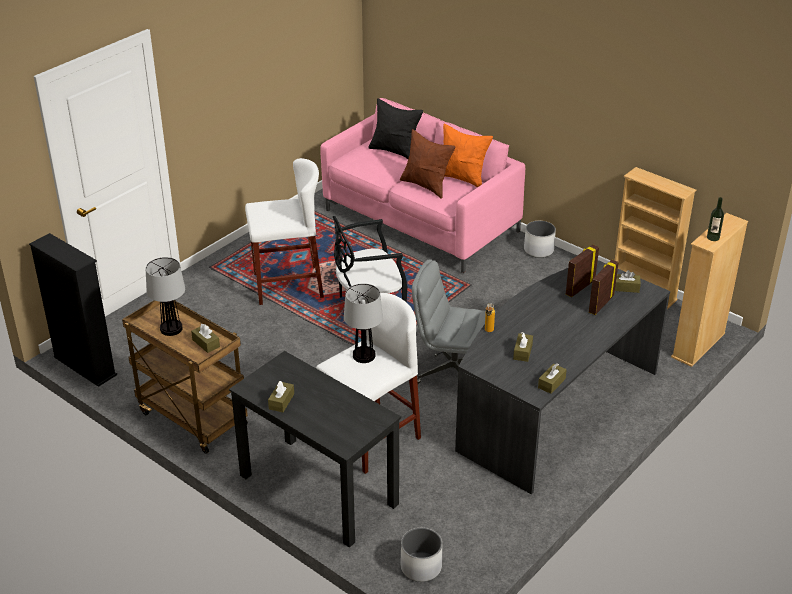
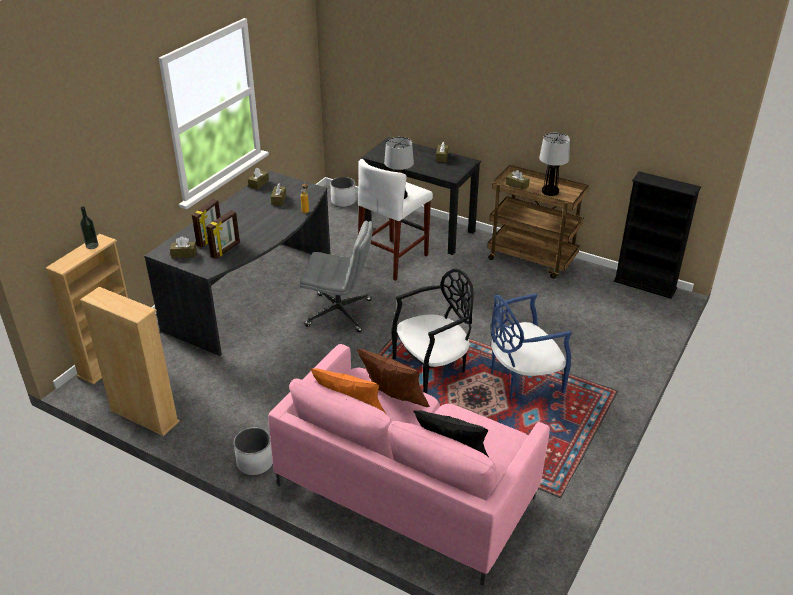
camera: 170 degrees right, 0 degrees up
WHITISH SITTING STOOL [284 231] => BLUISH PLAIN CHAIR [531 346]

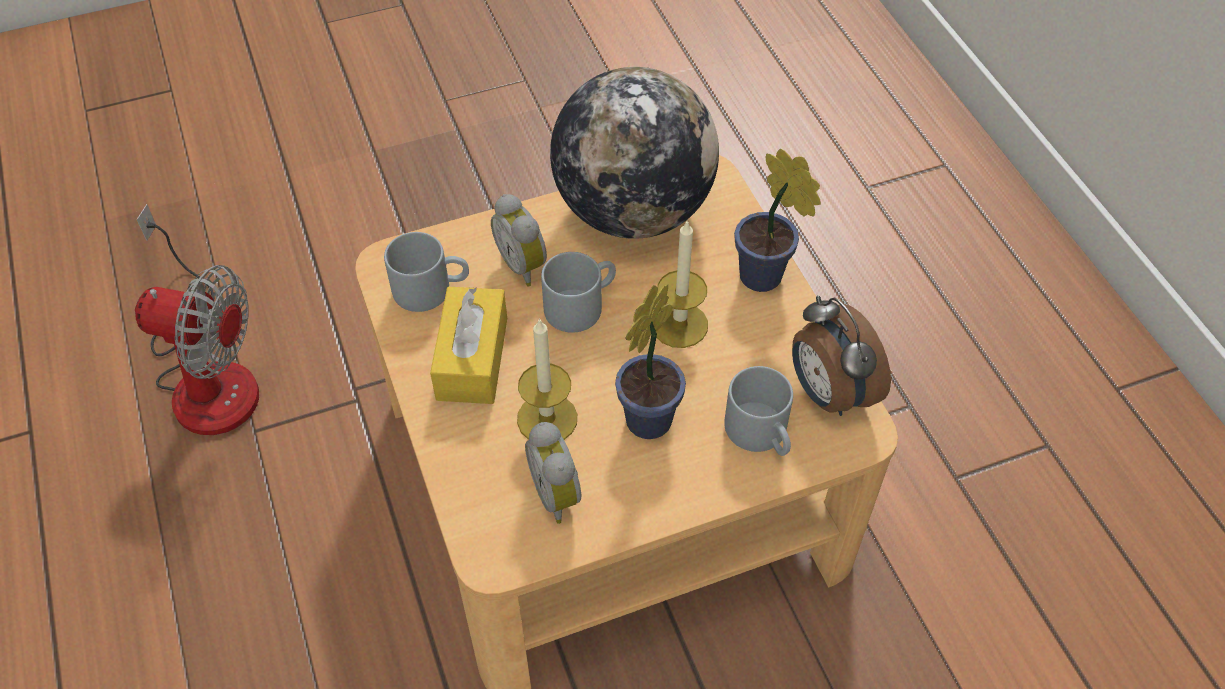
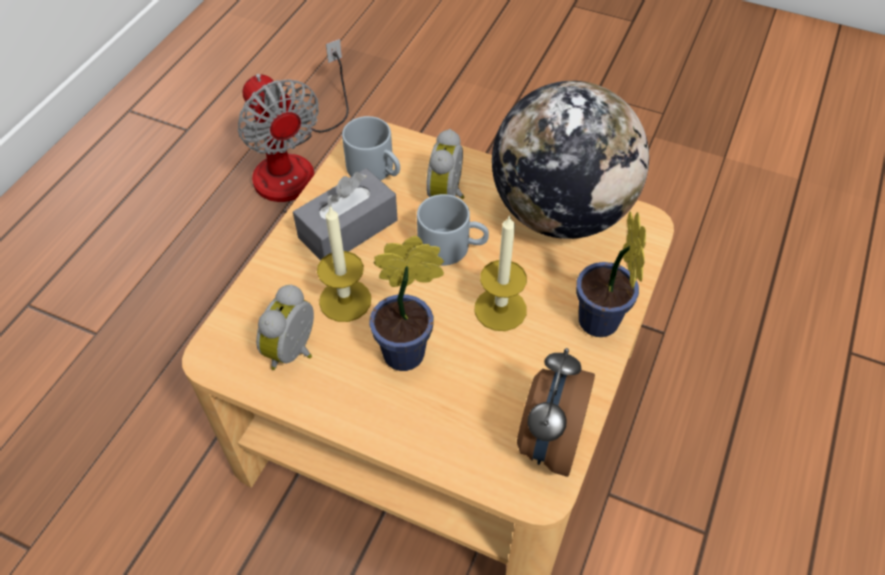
camera: 45 degrees right, 0 degrees up
YELLOW-COLOURED TISSUE HOLDER [468 345] => GREY TISSUE HOLDER [345 214]
GREY COFFEE MUG [758 411] => nothing

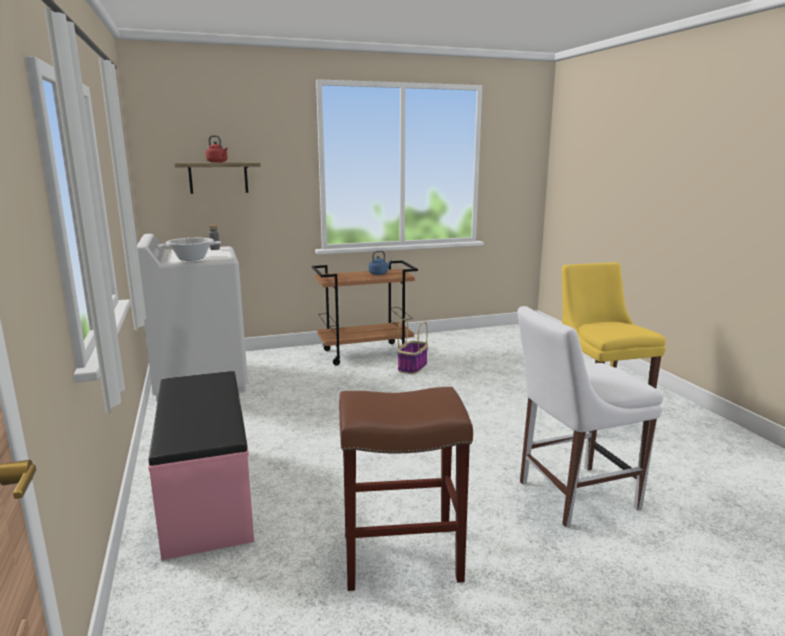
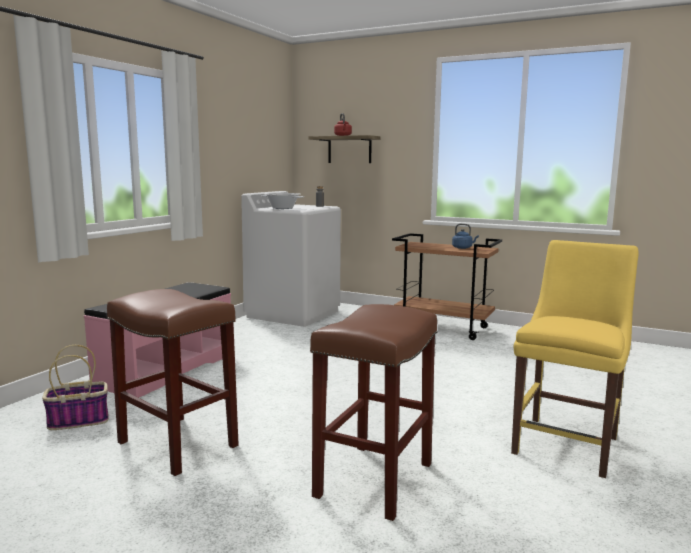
camera: 45 degrees right, 5 degrees down
BASKET [412 346] => BASKET [75 387], relocated
WHITISH PLAIN CHAIR [590 416] => BROWN SITTING STOOL [373 412]

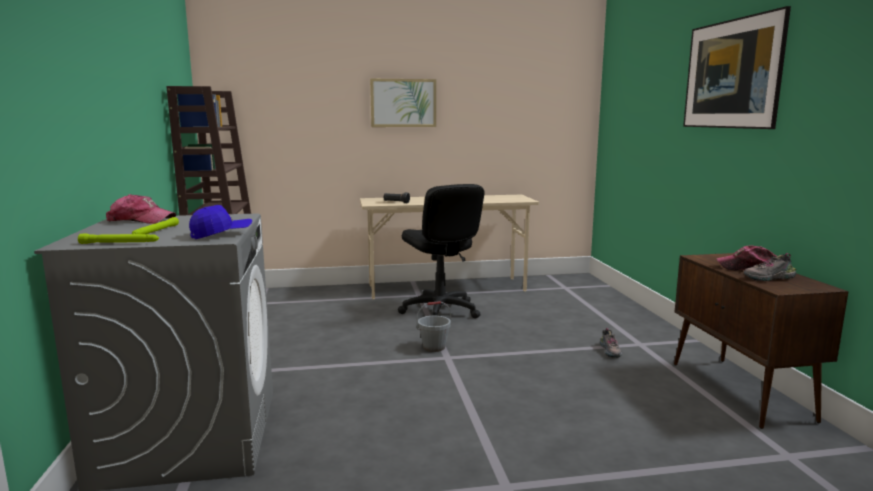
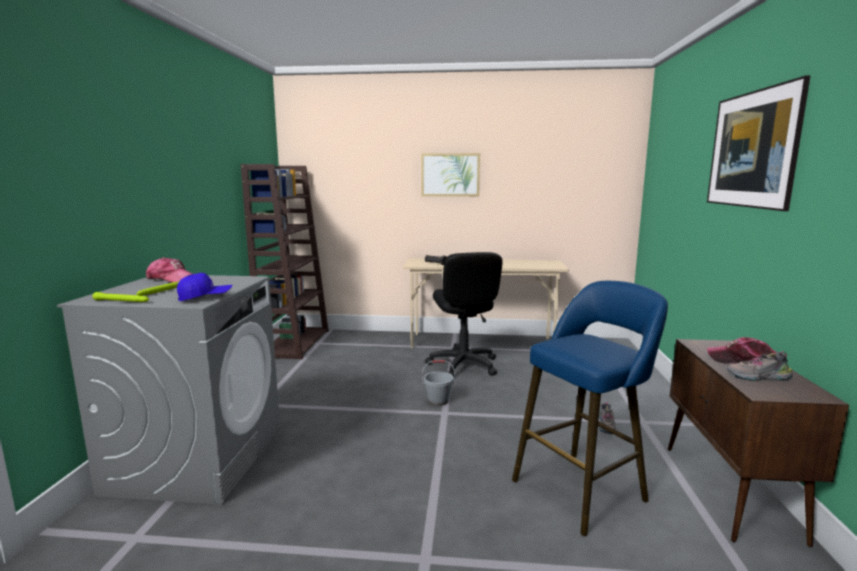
camera: 15 degrees right, 0 degrees up
nothing => BLUISH SITTING STOOL [590 408]

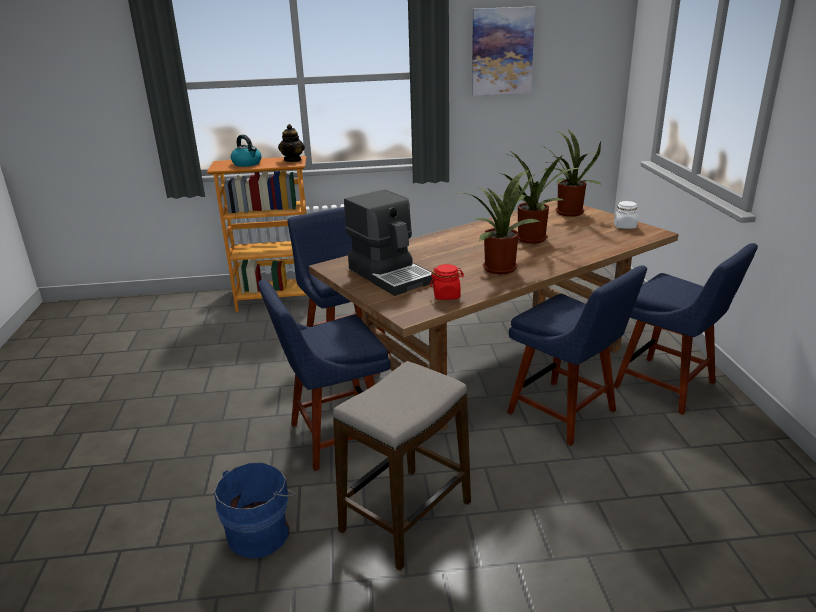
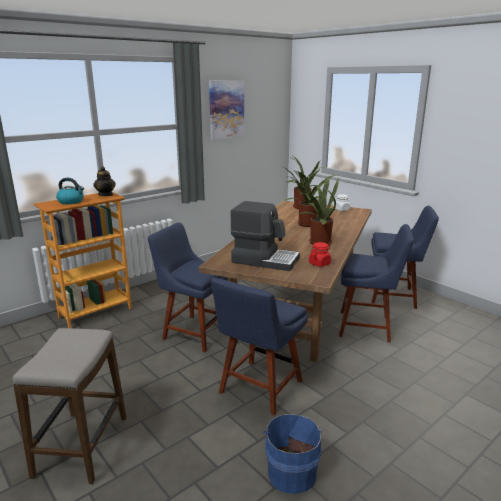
camera: 35 degrees left, 5 degrees down
SITTING STOOL [402 466] => SITTING STOOL [69 406], relocated

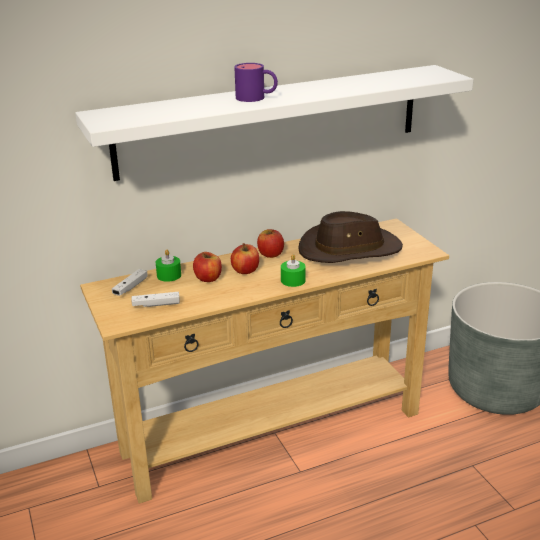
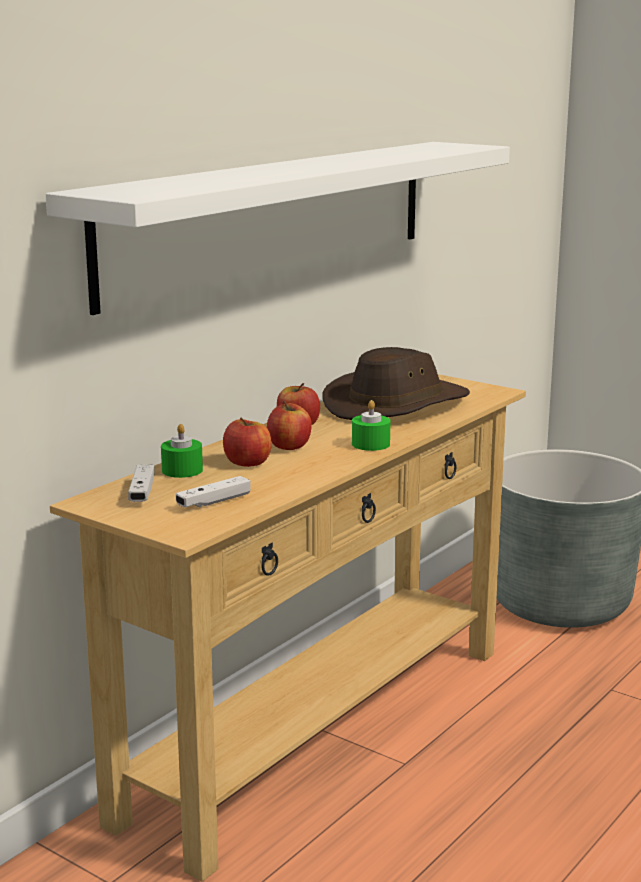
camera: 30 degrees left, 10 degrees down
PURPLE-COLOURED COFFEE MUG [256 82] => nothing

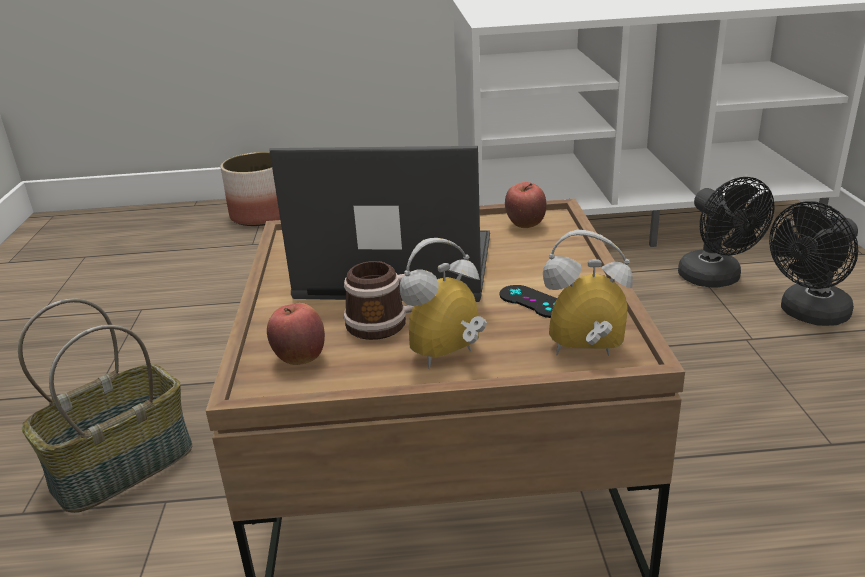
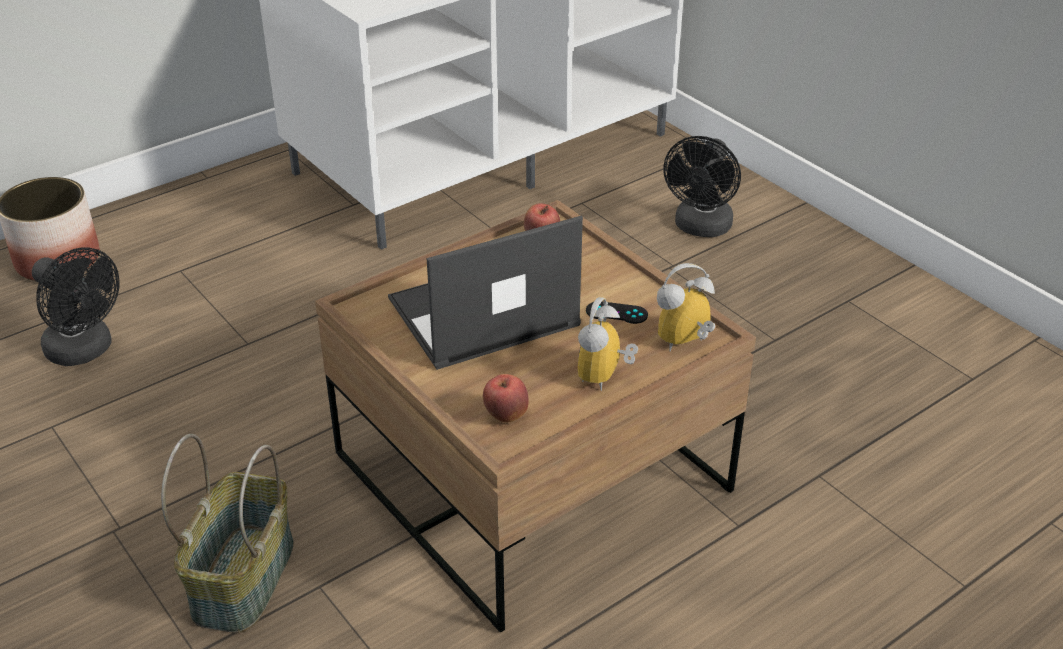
camera: 35 degrees left, 10 degrees up
COFFEE MUG [378 300] => nothing
BLACK FAN [726 232] => BLACK FAN [76 306], relocated

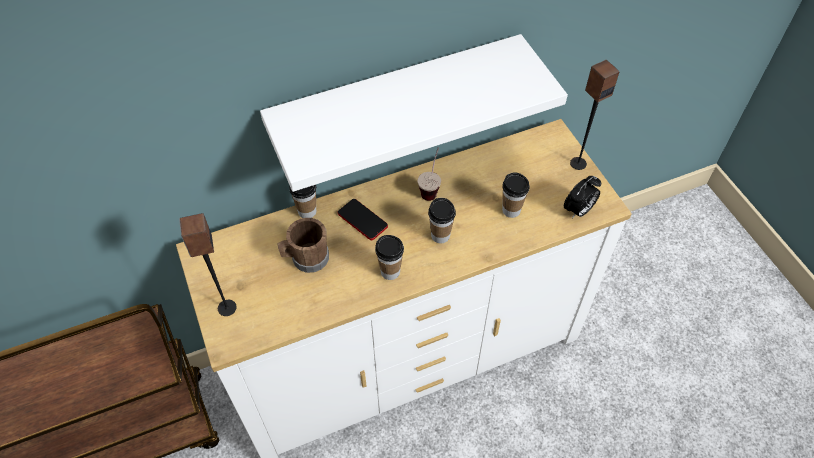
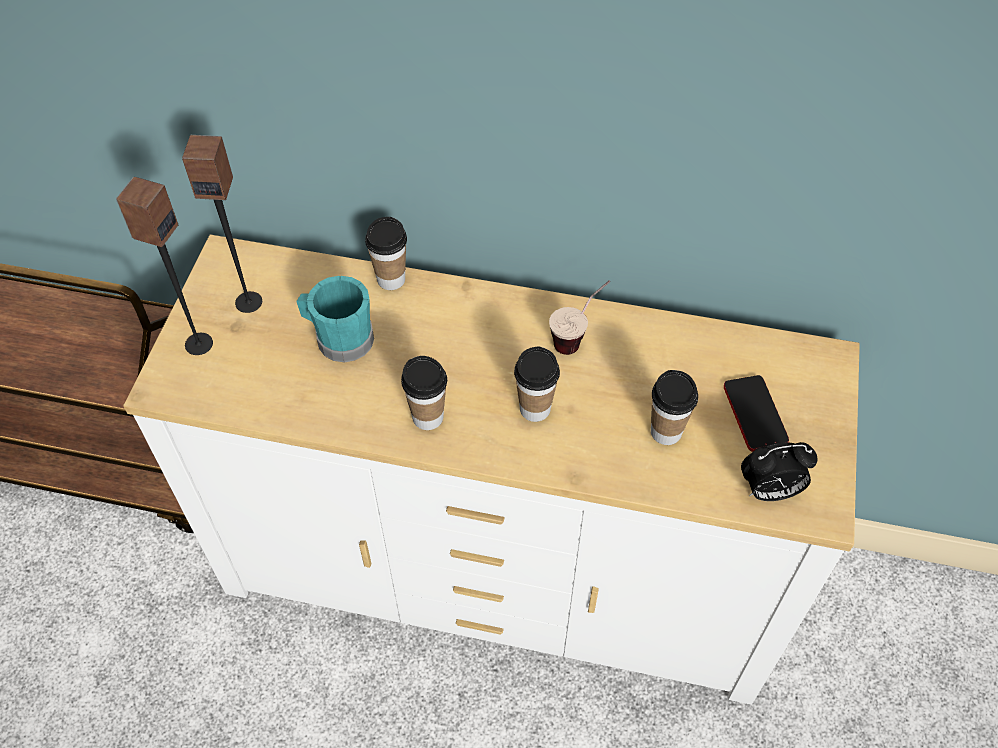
camera: 35 degrees right, 0 degrees up
WHITISH SHELF [414 113] => nothing
BROWN COFFEE MUG [303 245] => TURQUOISE-COLOURED COFFEE MUG [335 319]
TELEPHONE [363 219] => TELEPHONE [756 413], relocated
LOUDSPEAKER [595 115] => LOUDSPEAKER [222 224], relocated

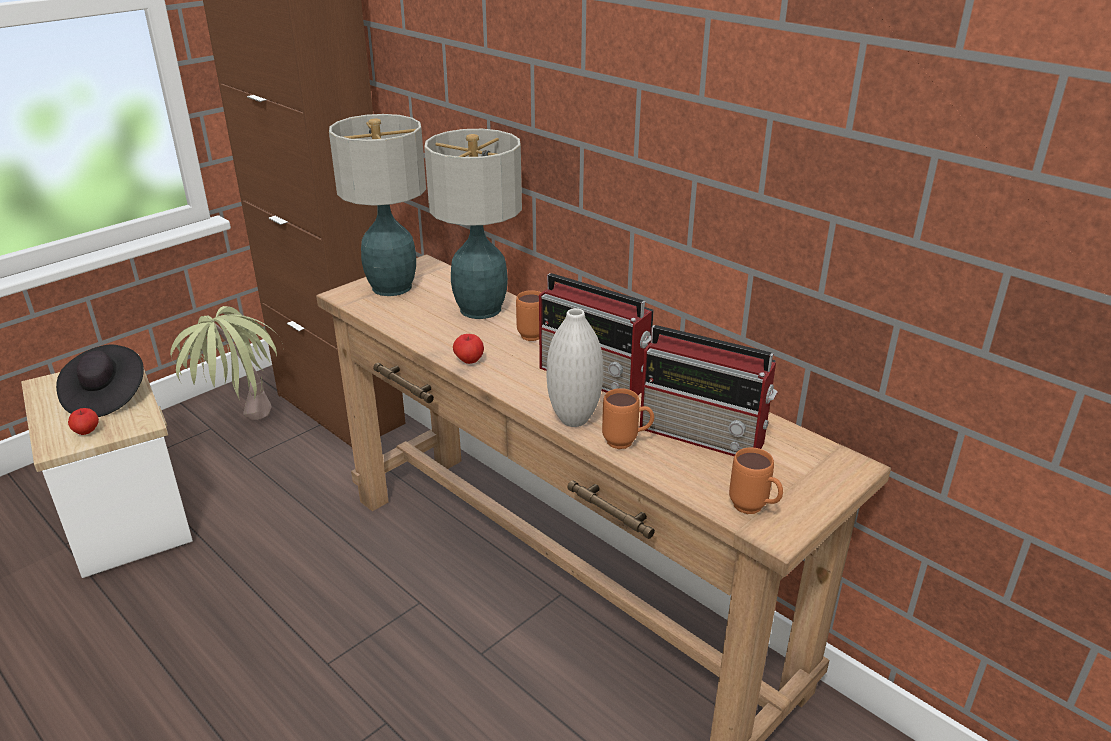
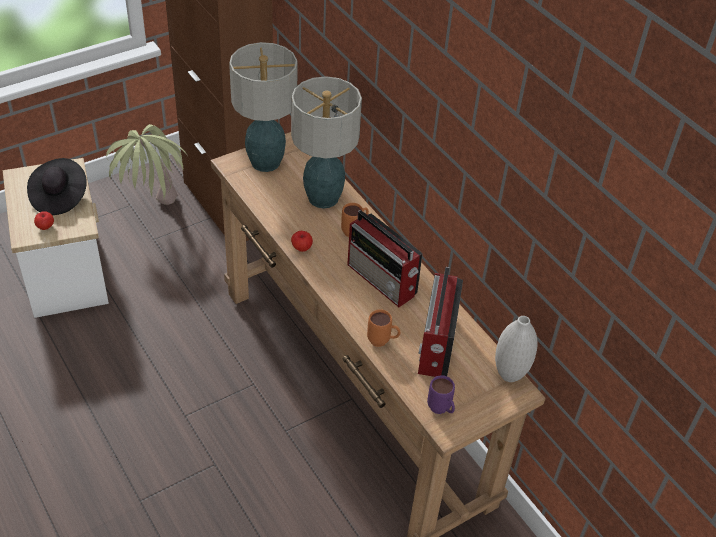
camera: 10 degrees right, 15 degrees up
WHITISH VASE [575 367] => WHITISH VASE [516 349], relocated
RADIO SET [709 390] => RADIO SET [440 322], 60 degrees clockwise
ORANGEY COFFEE MUG [756 480] => PURPLE-COLOURED COFFEE MUG [441 394]

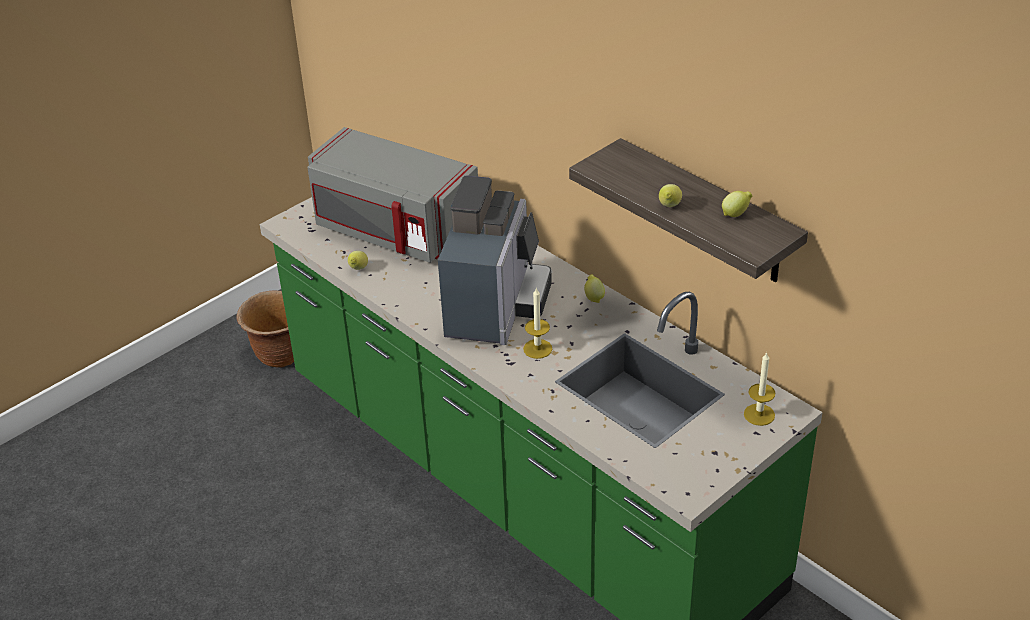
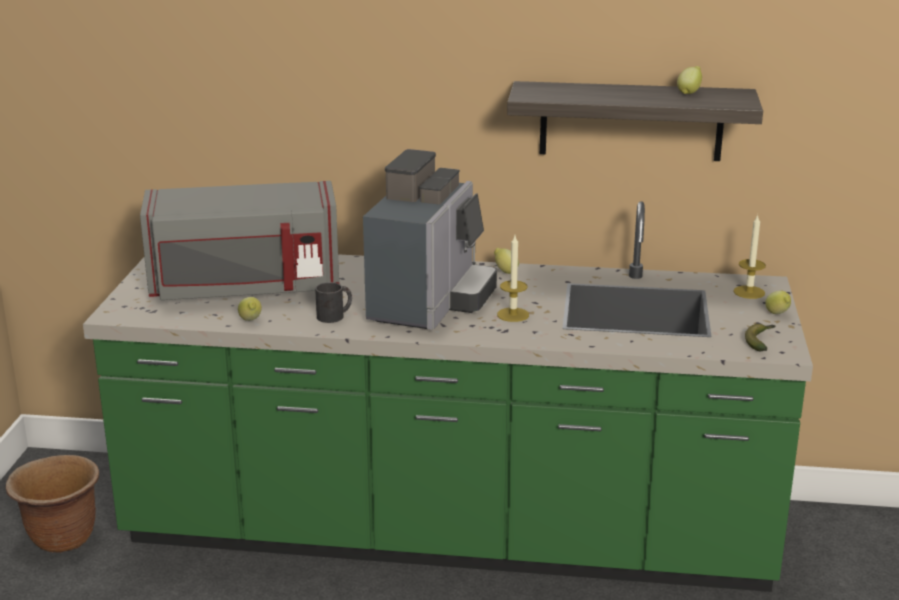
camera: 40 degrees left, 15 degrees down
COFFEE MAKER [495 260] => COFFEE MAKER [430 239], 45 degrees clockwise
CITRUS FRUIT [670 195] => CITRUS FRUIT [778 302], relocated
nothing => BLACK COFFEE MUG [333 302]
nothing => BANANA FRUIT [760 337]

